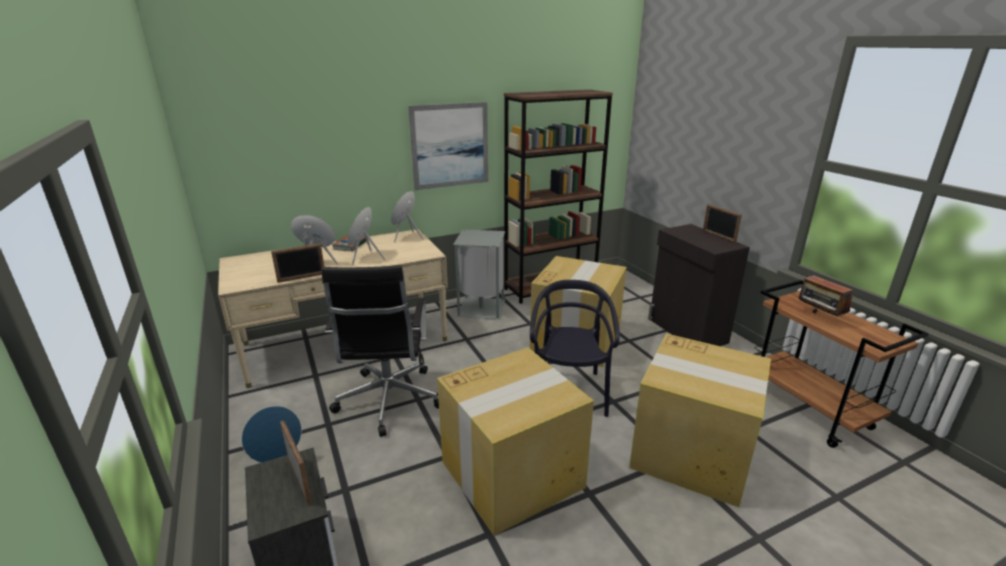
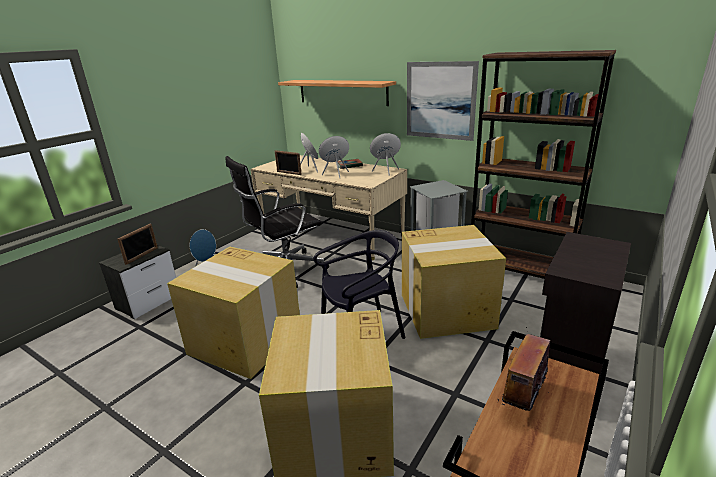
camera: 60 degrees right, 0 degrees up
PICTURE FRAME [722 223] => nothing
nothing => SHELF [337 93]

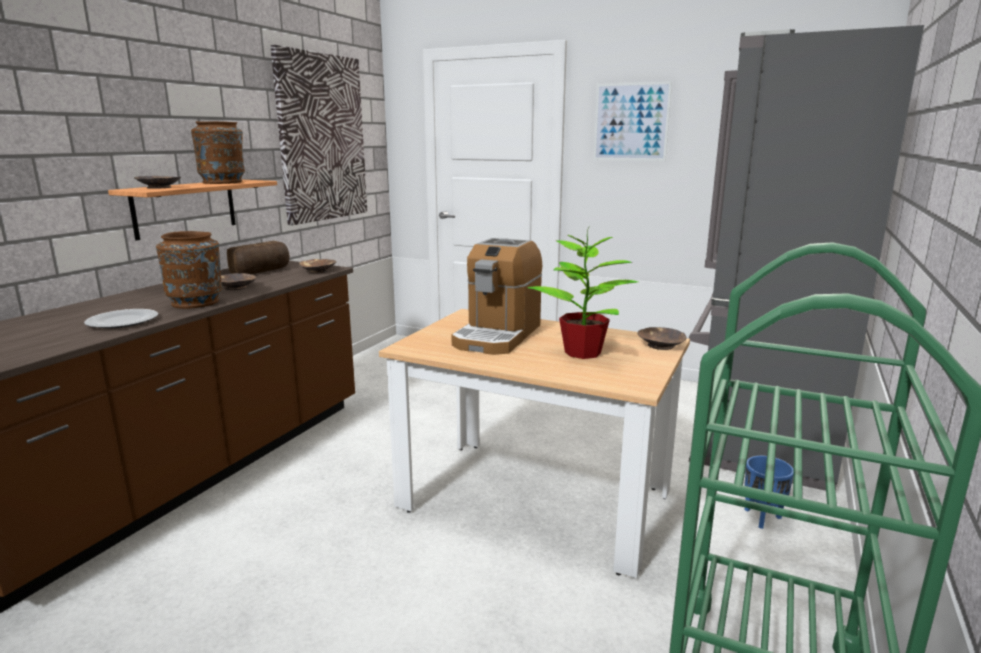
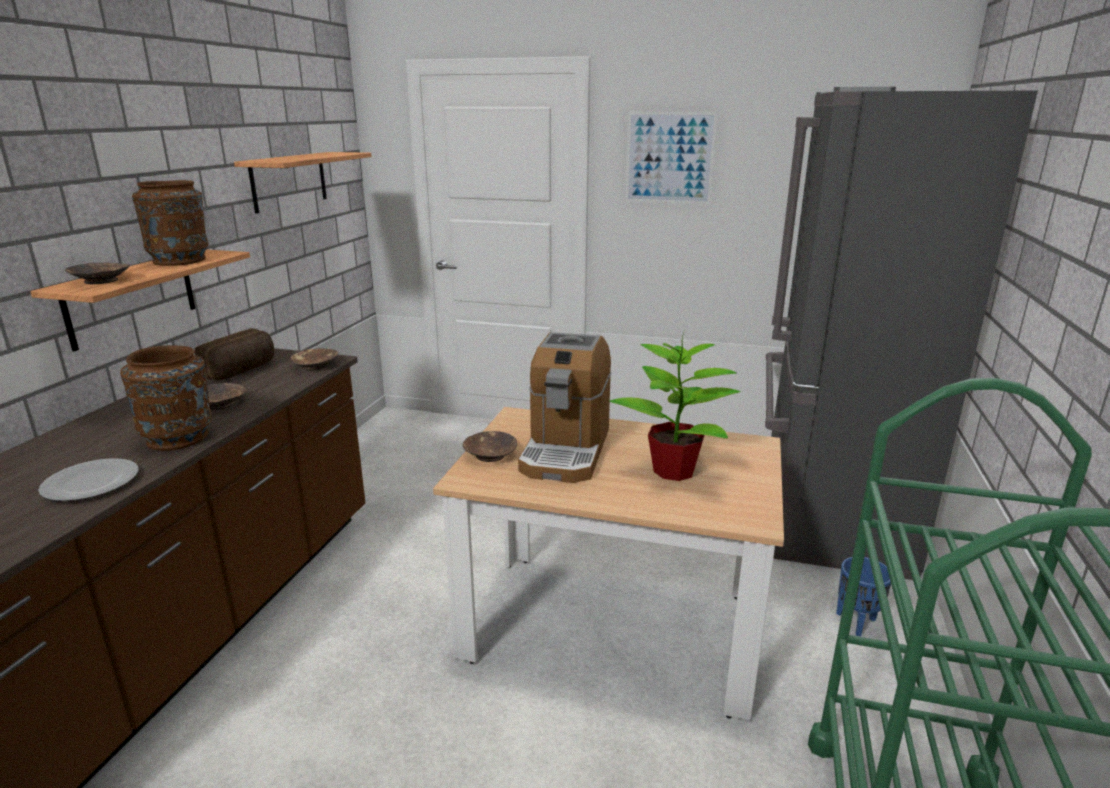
camera: 10 degrees left, 5 degrees up
WALL ART [318 135] => SHELF [303 183]
BROWN BOWL [661 338] => BROWN BOWL [490 446], relocated

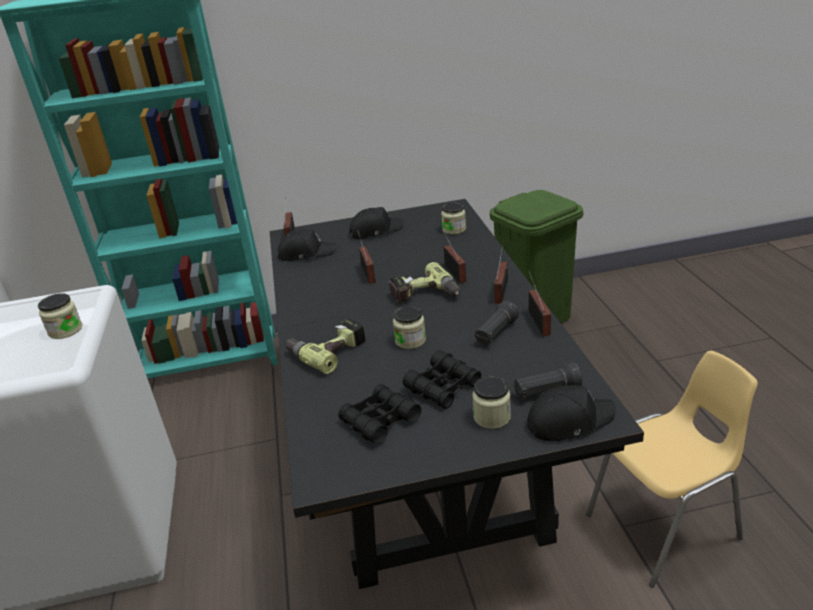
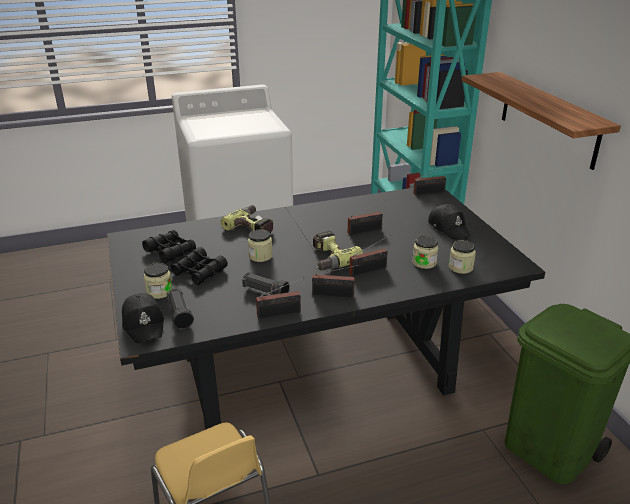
camera: 80 degrees right, 0 degrees up
PRESERVE JAR [60 316] => PRESERVE JAR [425 252], relocated
BLACK BASEBALL CAP [307 245] => nothing
nothing => SHELF [541 121]

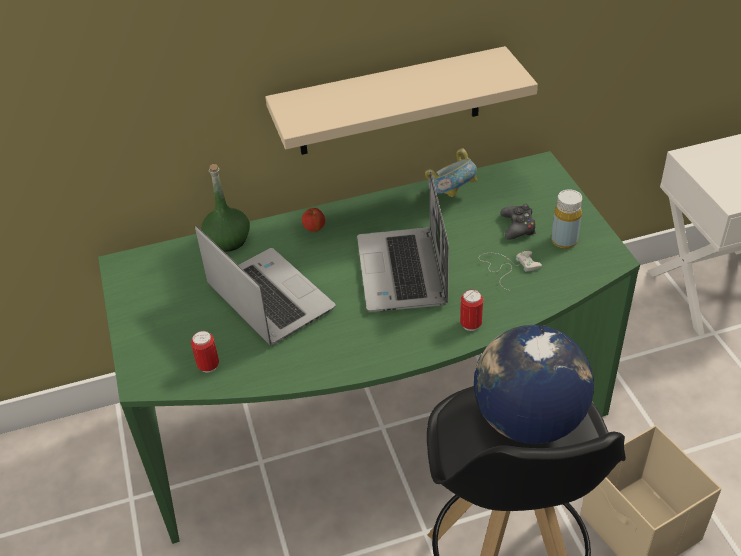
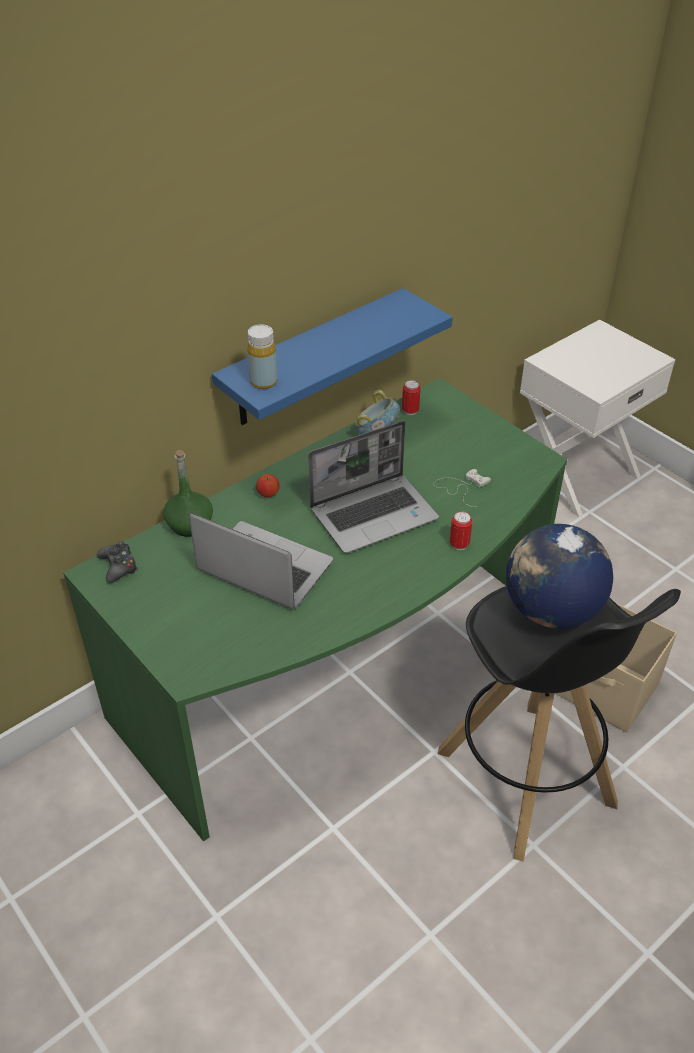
camera: 25 degrees left, 0 degrees up
SEALED CAN [205 352] => SEALED CAN [411 397], relocated
SAND-COLOURED SHELF [401 100] => BLUISH SHELF [332 356]
PORTABLE COMPUTER [403 242] => PORTABLE COMPUTER [373 487], 90 degrees counterclockwise
BLACK GAME CONTROLLER [518 222] => BLACK GAME CONTROLLER [117 562], relocated
YELLOW-COLOURED BEVERAGE BOTTLE [566 219] => YELLOW-COLOURED BEVERAGE BOTTLE [262 356], relocated

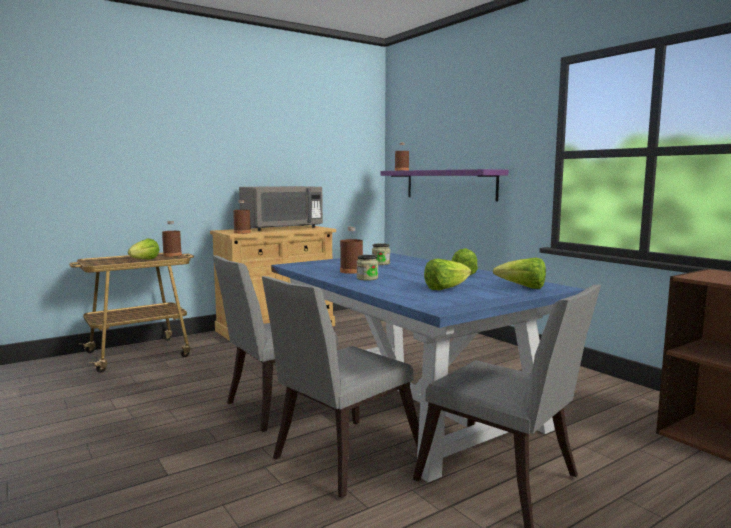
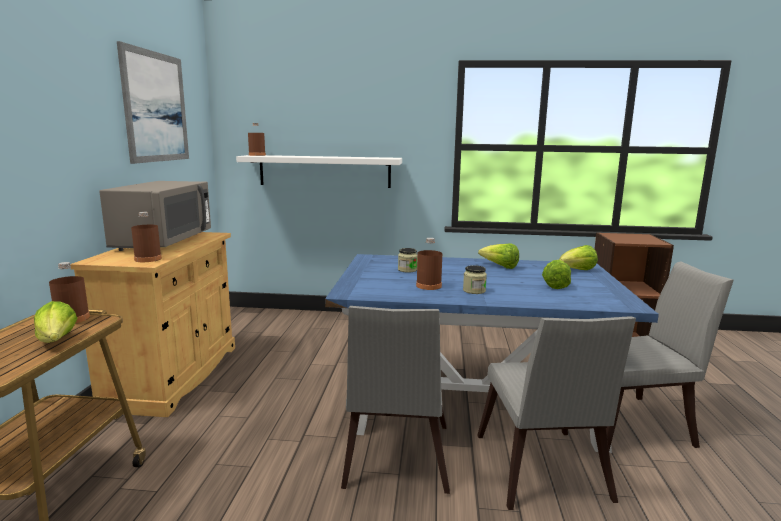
camera: 50 degrees left, 5 degrees up
PURPLE-COLOURED SHELF [444 185] => WHITISH SHELF [319 171]
nothing => WALL ART [153 102]

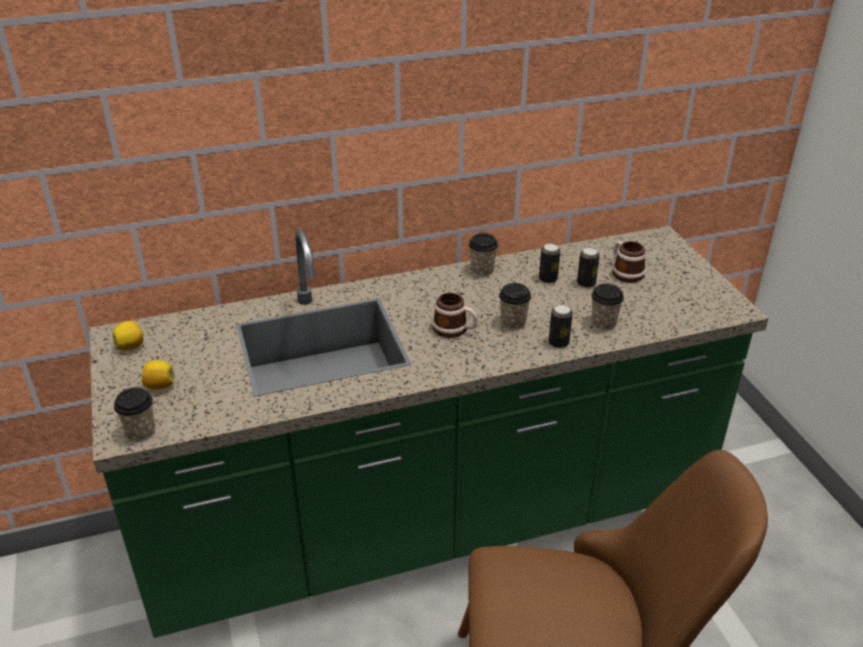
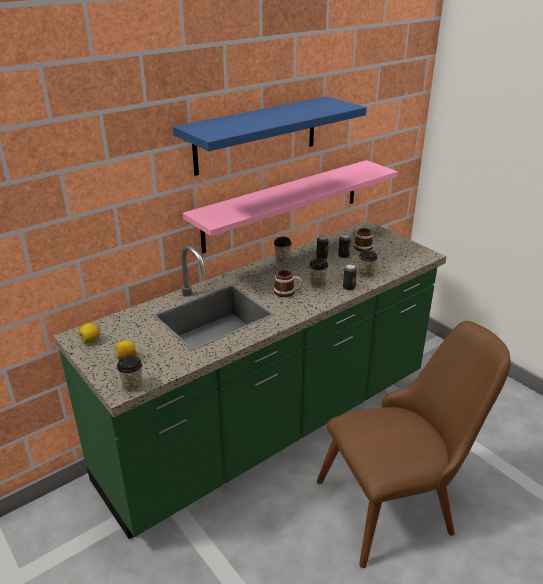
camera: 20 degrees left, 5 degrees down
nothing => BLUISH SHELF [270 136]
nothing => PINK-COLOURED SHELF [290 206]

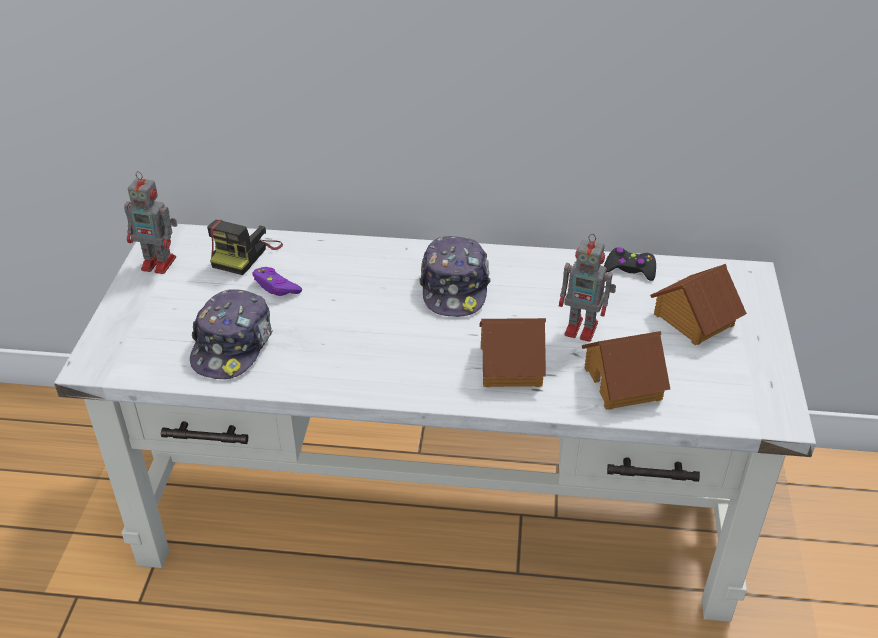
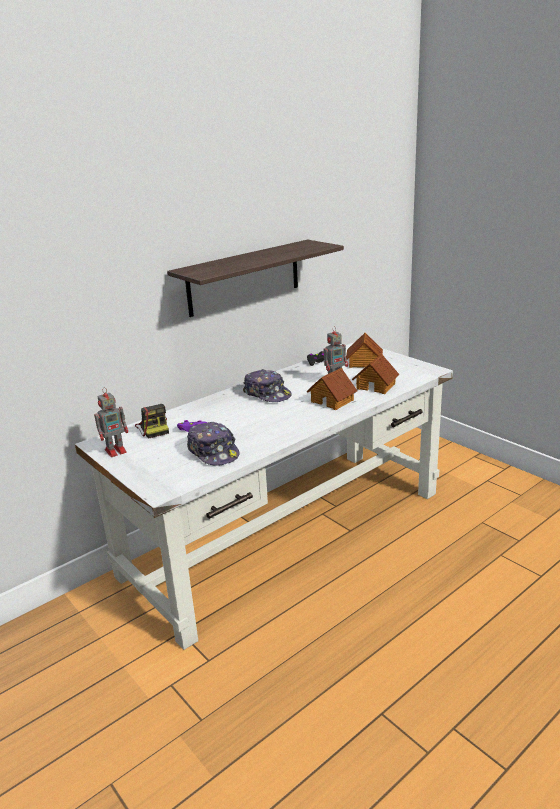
camera: 45 degrees left, 15 degrees down
nothing => SHELF [255 278]

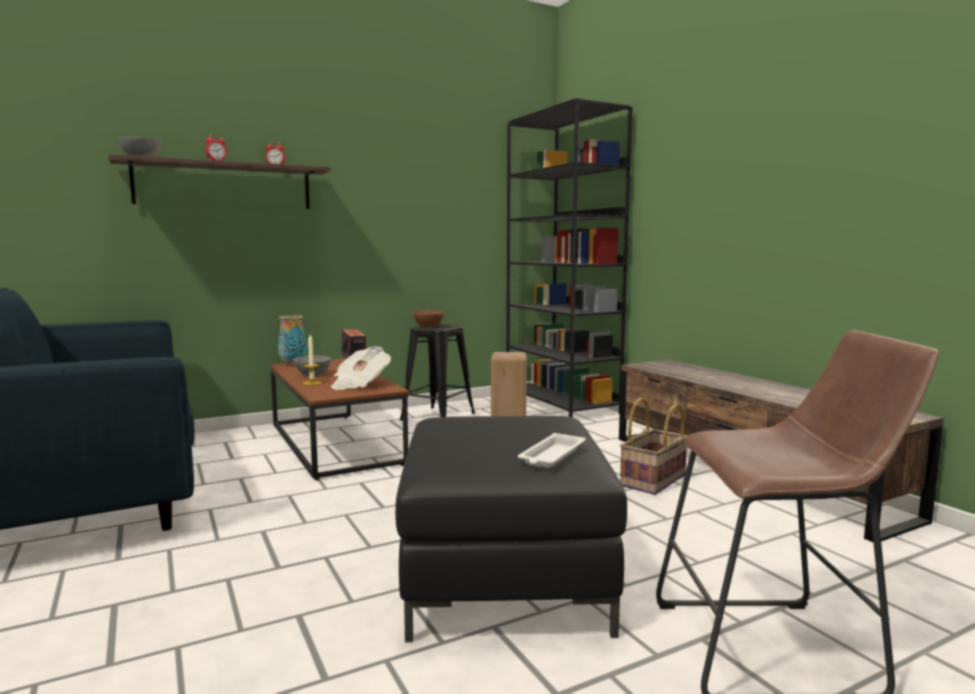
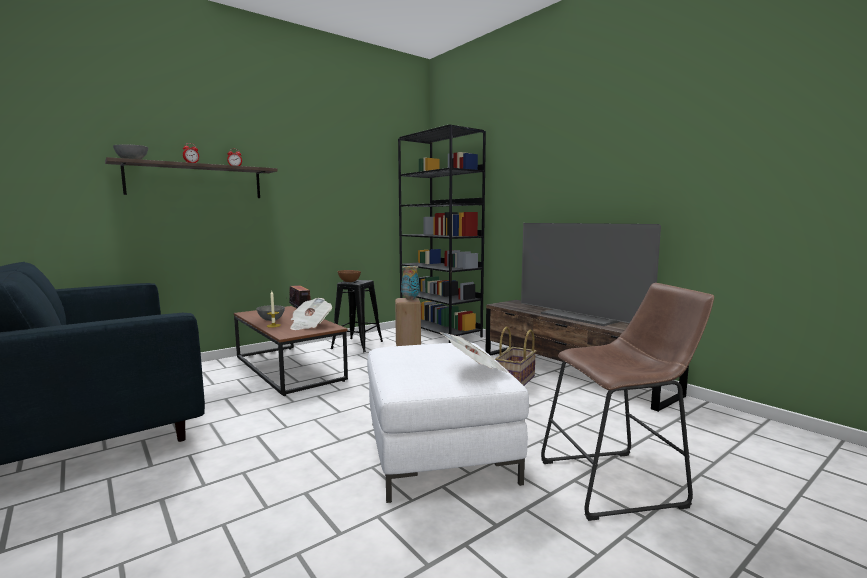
camera: 10 degrees left, 0 degrees up
VASE [292 340] => VASE [410 283], relocated
BLACK POUFFE [511 529] => WHITISH POUFFE [448 422]
WHITISH TRAY [551 450] => DAILY PAPER [475 352]
nothing => TV SET [591 274]

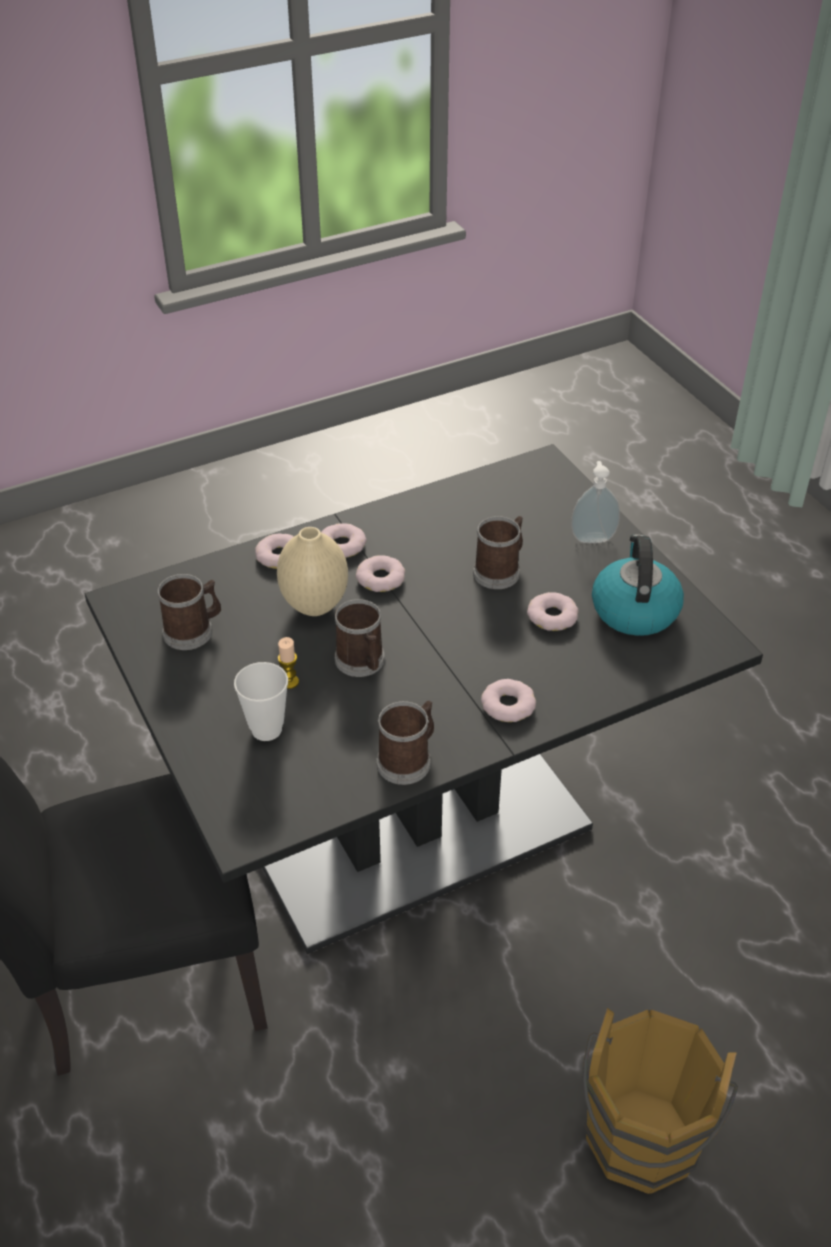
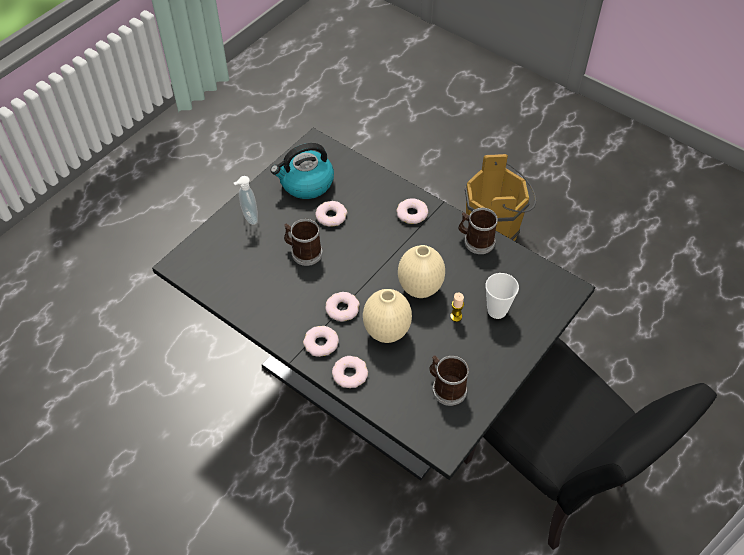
camera: 115 degrees left, 10 degrees up
COFFEE MUG [360 638] => SAND-COLOURED VASE [421 271]

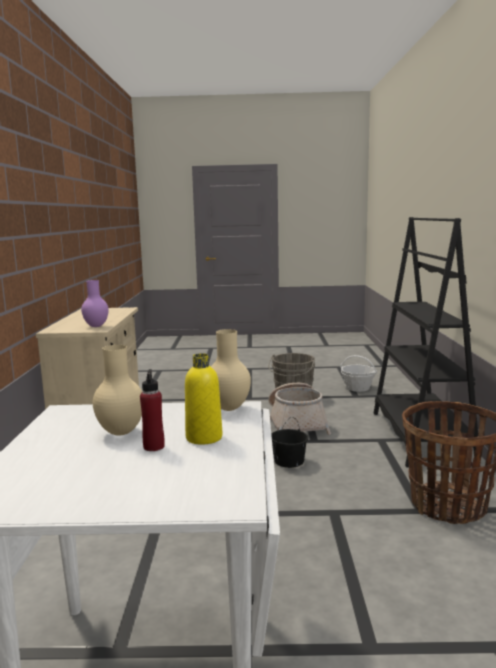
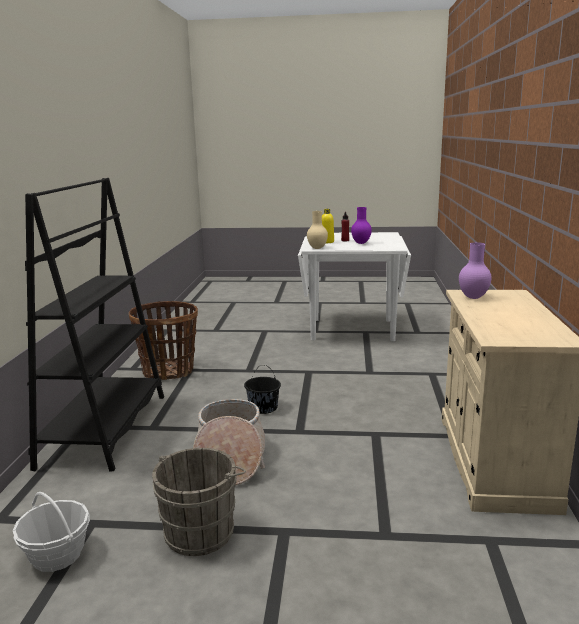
camera: 175 degrees left, 5 degrees up
SAND-COLOURED VASE [117 390] => PURPLE-COLOURED VASE [361 225]

